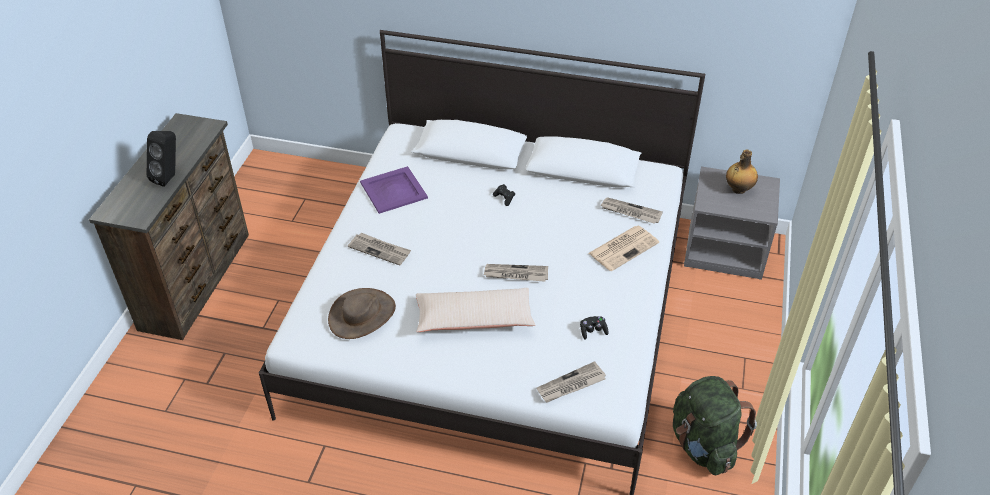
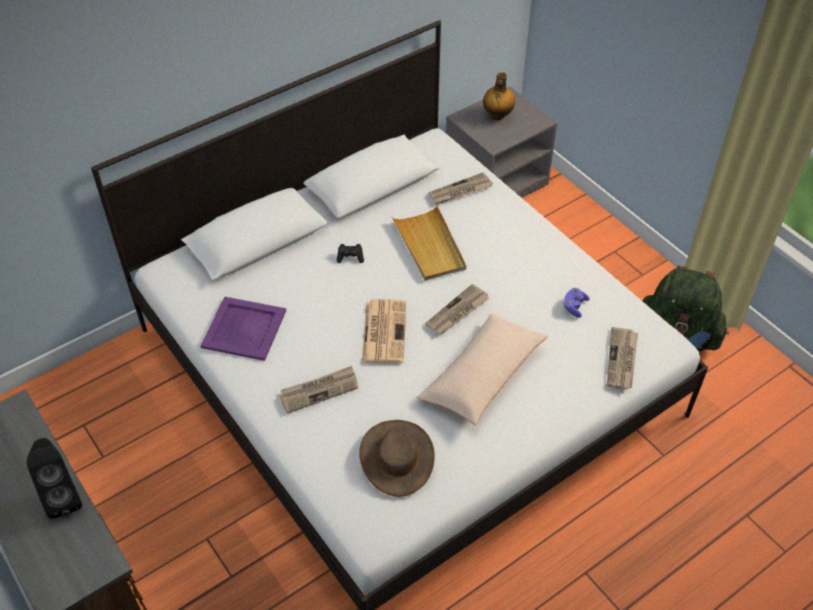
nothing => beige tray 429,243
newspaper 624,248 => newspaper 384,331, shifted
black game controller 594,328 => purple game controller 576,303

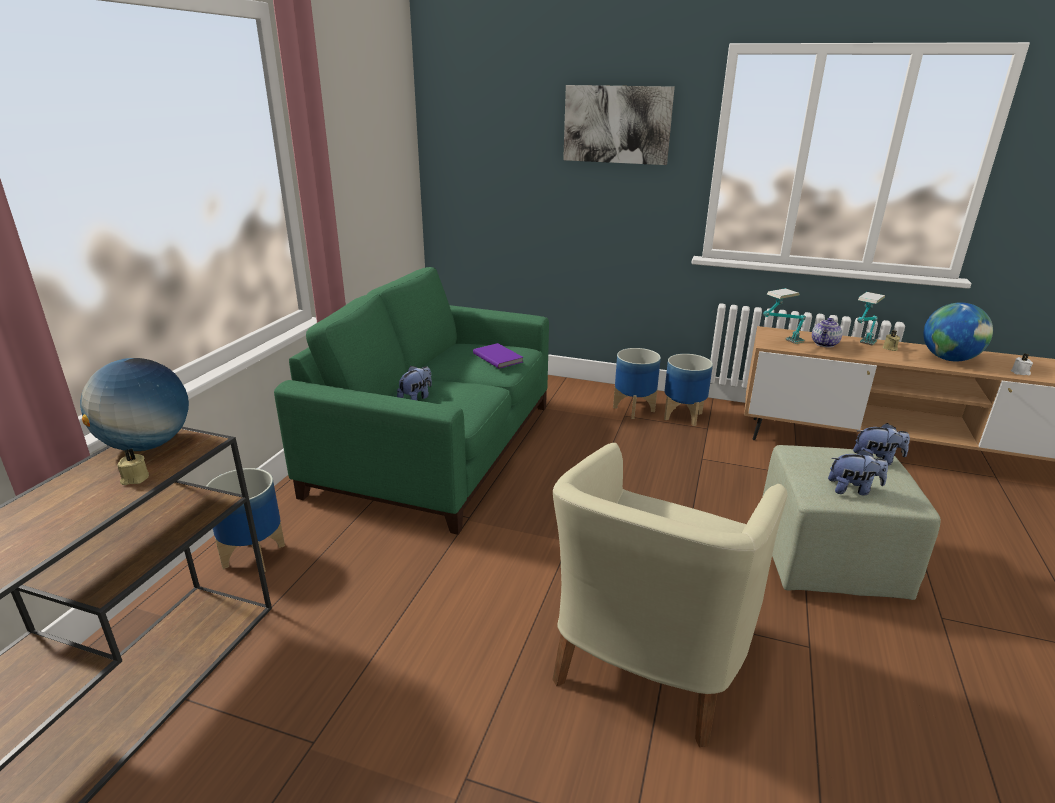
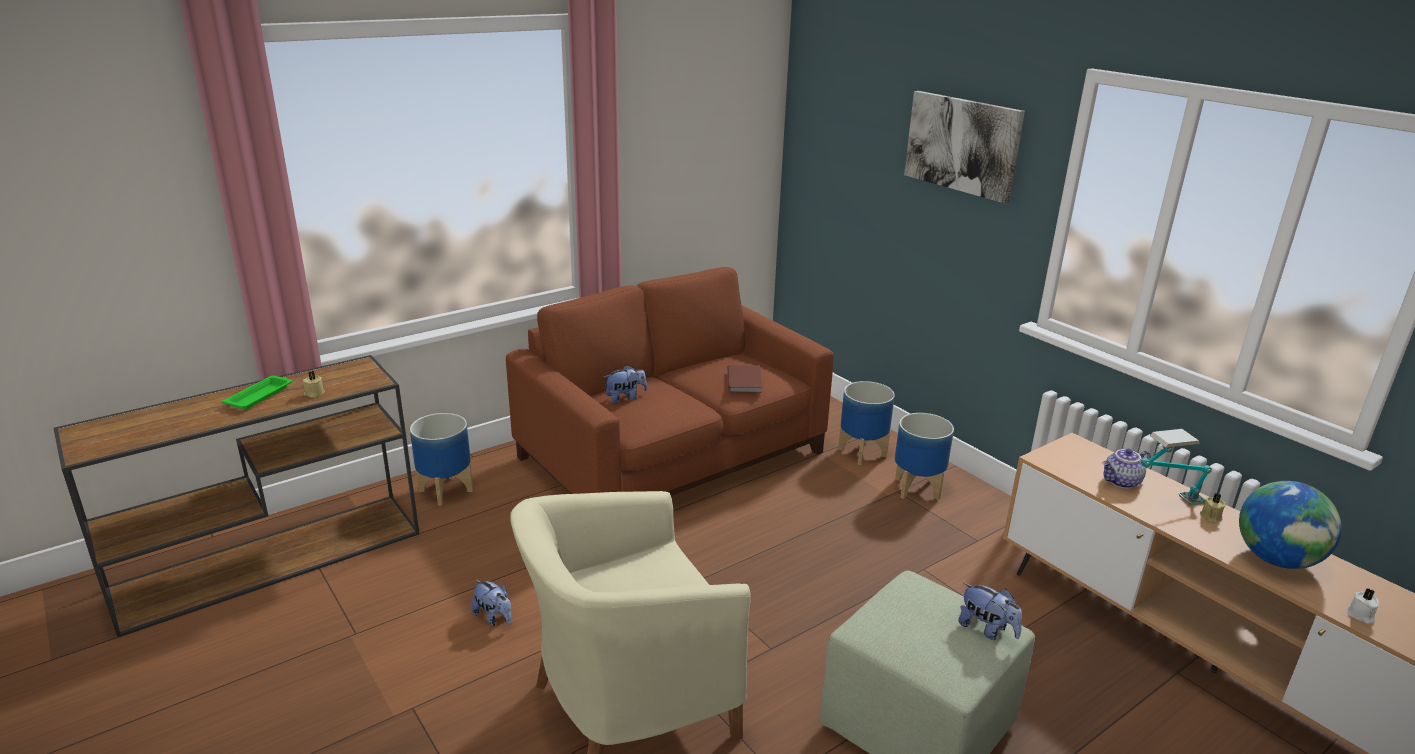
globe 134,404 => nothing
table lamp 784,316 => nothing
nothing => green tray 257,392
planter 688,390 => planter 866,423, shifted
plush toy 858,472 => plush toy 491,602, shifted
green sofa 411,401 => brown sofa 670,381
purple book 498,356 => brown book 745,379

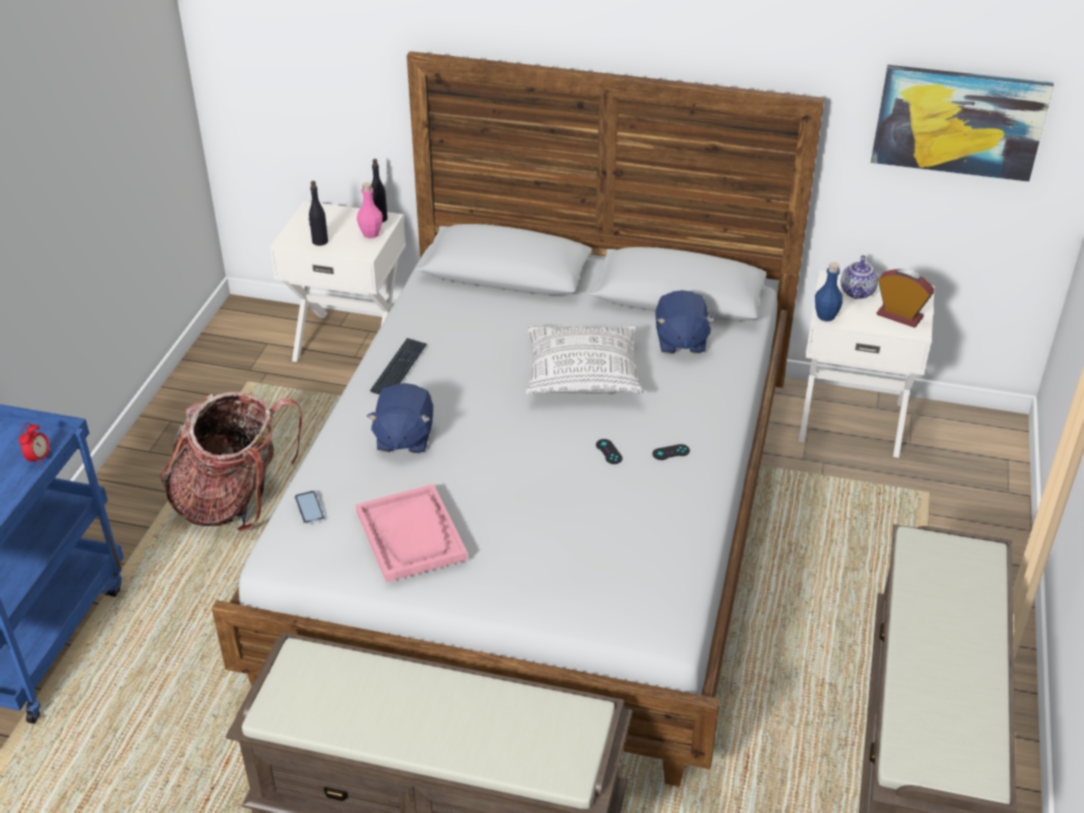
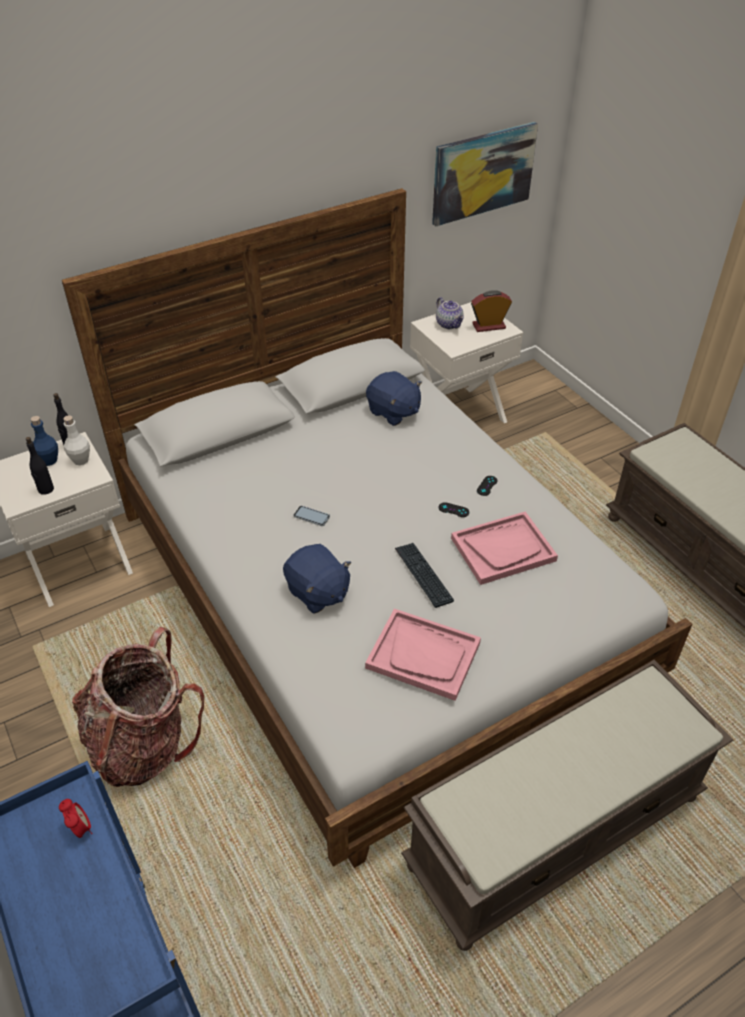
pillow 584,359 => nothing
nothing => pink tray 504,548
phone 309,507 => phone 311,516, shifted
keyboard 398,366 => keyboard 424,575, shifted
blue bottle 829,291 => blue bottle 44,441, shifted
pink bottle 370,210 => white bottle 77,440

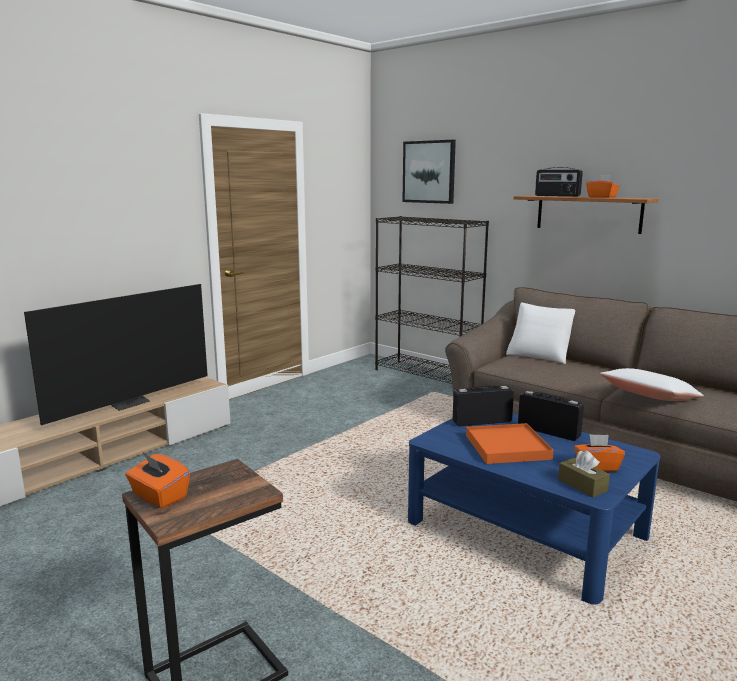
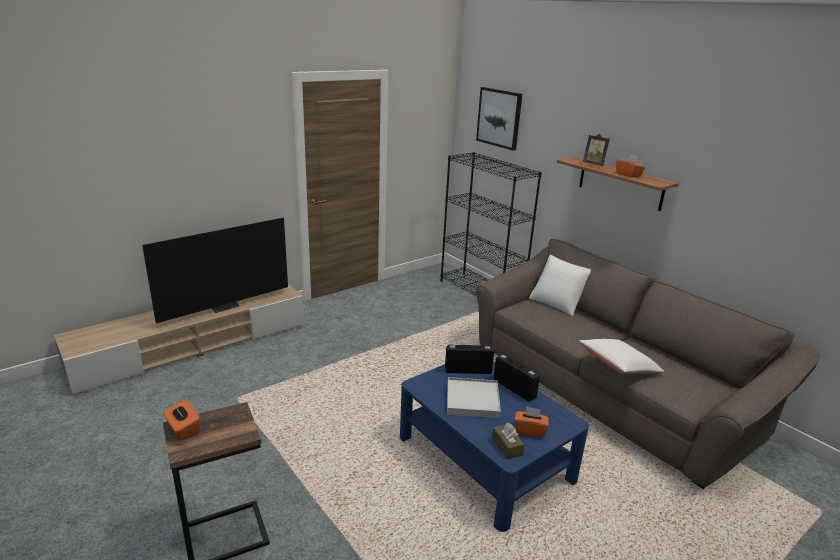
radio 559,182 => picture frame 596,150
orange tray 509,443 => white tray 474,397

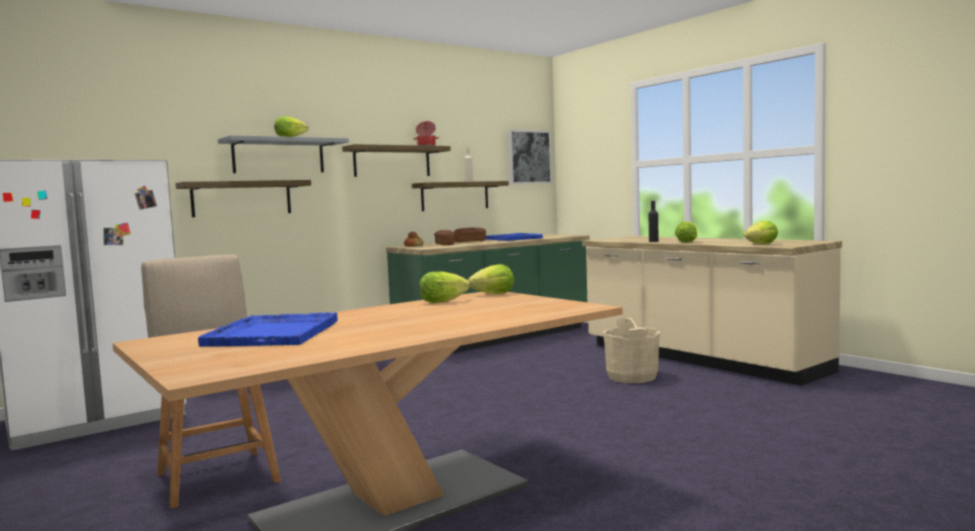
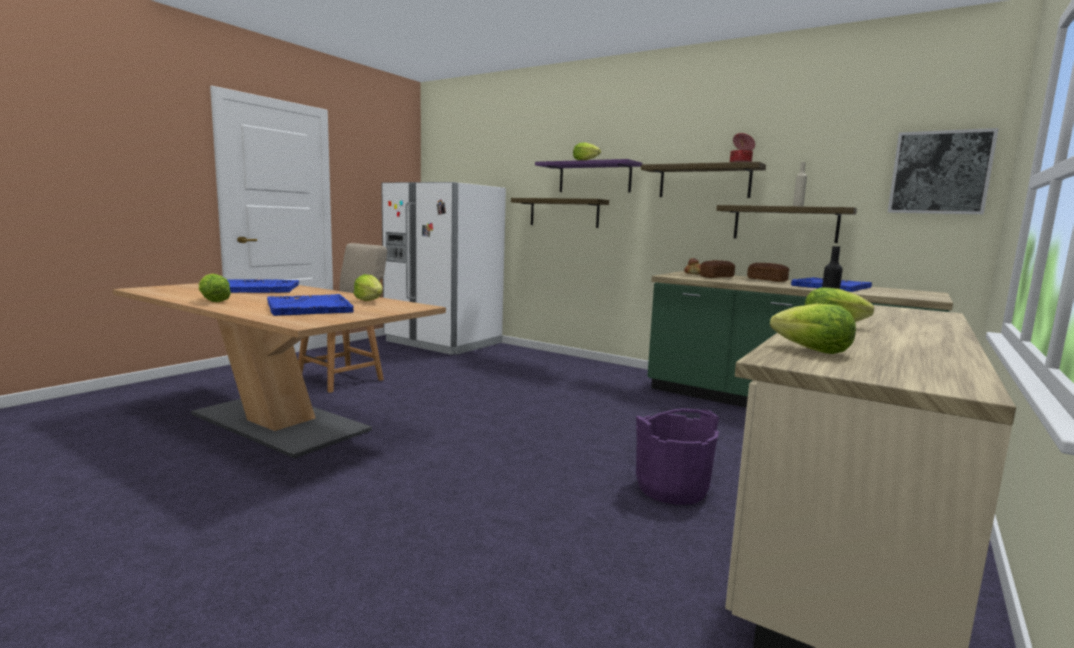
nothing => blue tray 310,305
lettuce 491,279 => lettuce 215,288, shifted
grey shelf 283,154 => purple shelf 589,176
beige bucket 631,350 => purple bucket 677,456

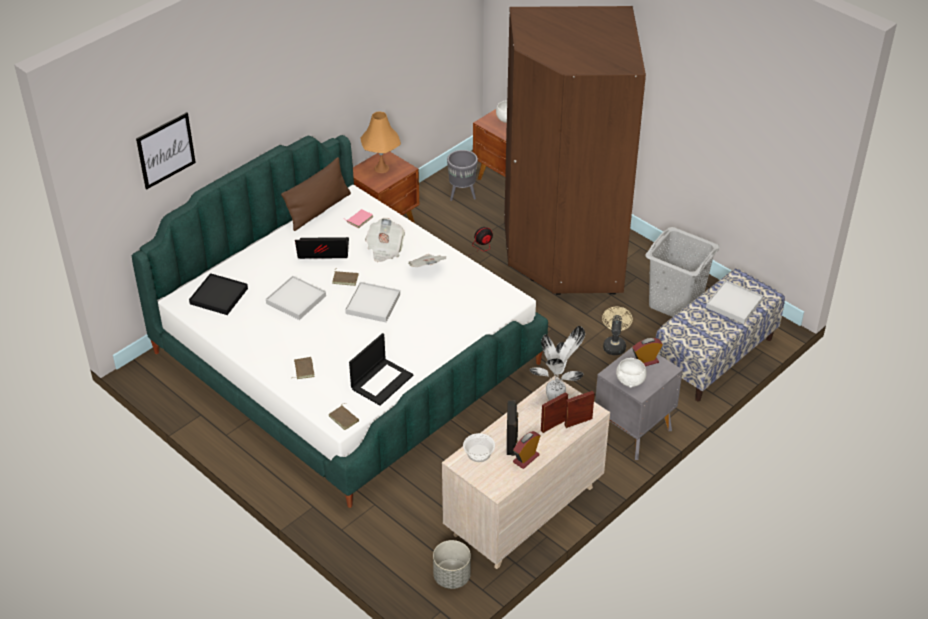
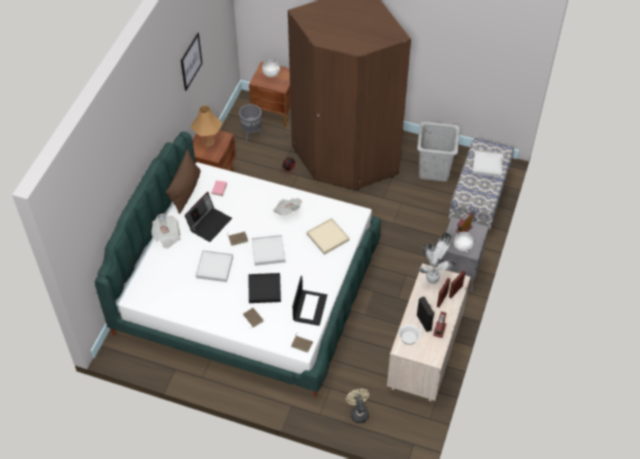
grey planter 452,564 => nothing
nothing => beige tray 328,236
picture 166,150 => picture 191,62, shifted
black tray 218,294 => black tray 264,288, shifted
newspaper 385,240 => newspaper 166,231, shifted
beige fan 617,330 => beige fan 357,406, shifted
laptop 322,248 => laptop 208,217, 150 degrees clockwise

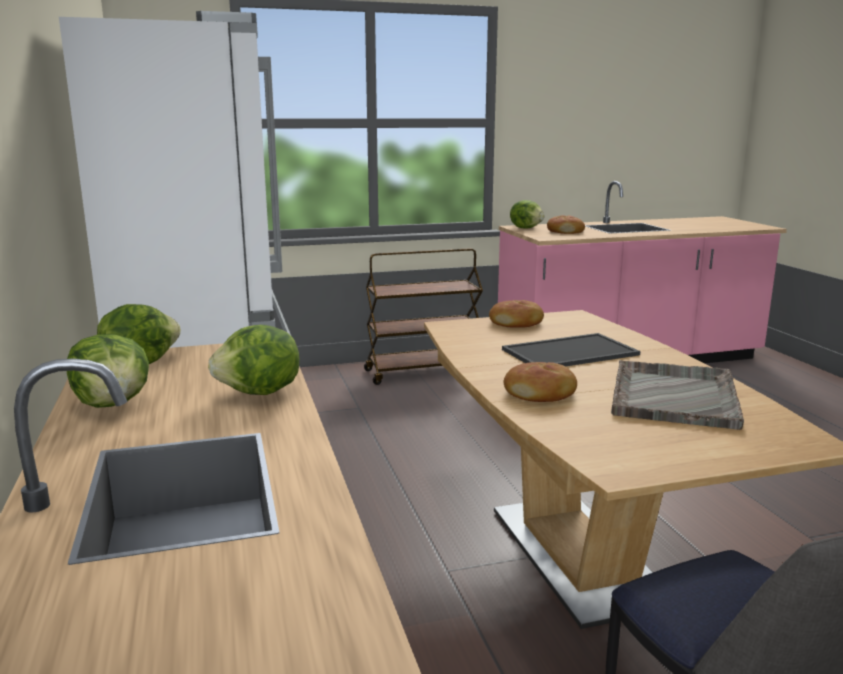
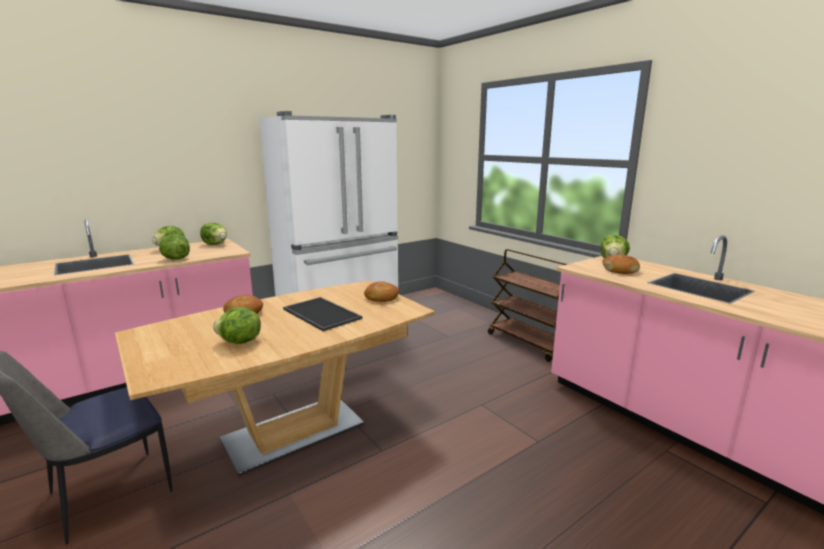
grey tray 677,395 => lettuce 237,325

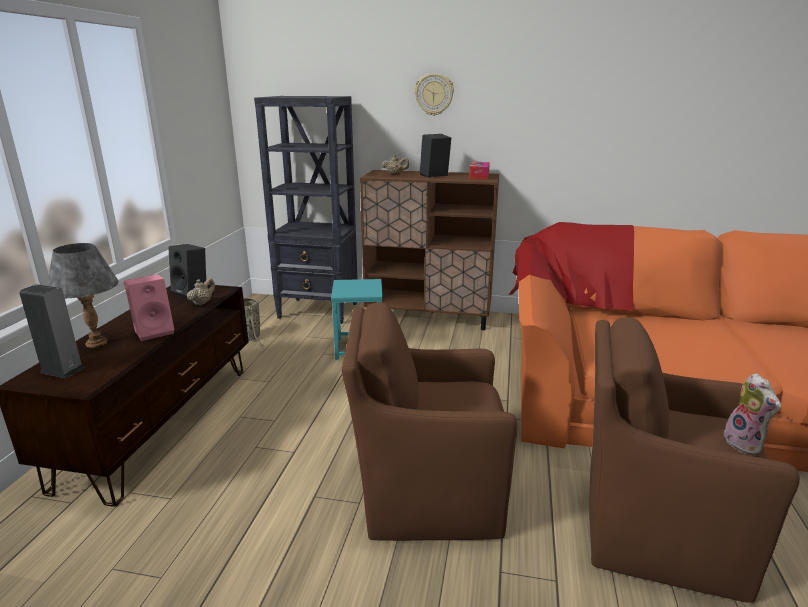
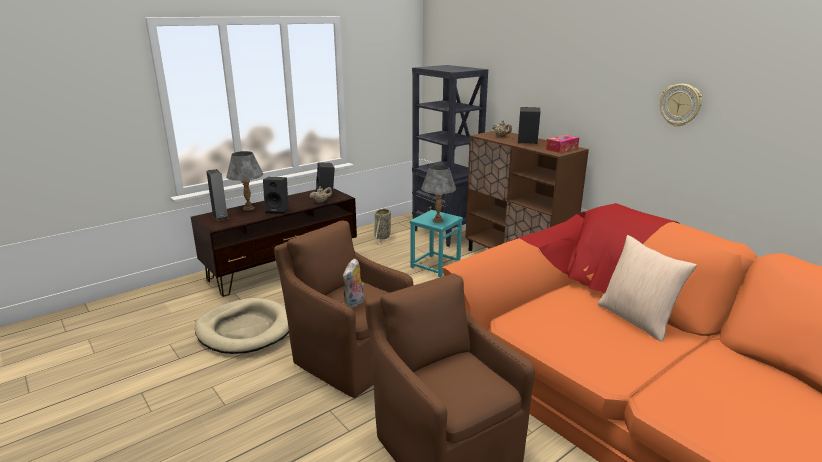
nothing => beige dog bed 242,326
nothing => grey table lamp 438,194
nothing => beige pillow 647,288
wall clock 434,94 => wall clock 681,105, shifted
plush toy 752,414 => plush toy 353,283, shifted
pink speaker 149,307 => black speaker 275,195

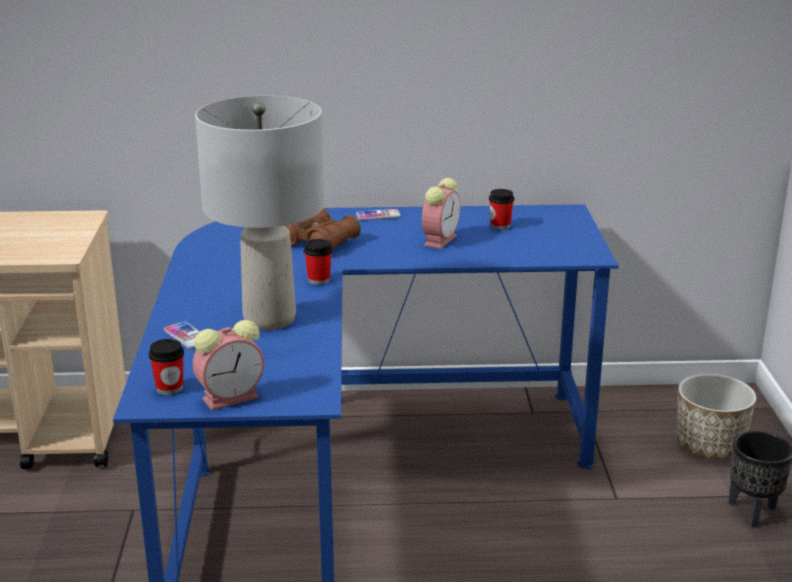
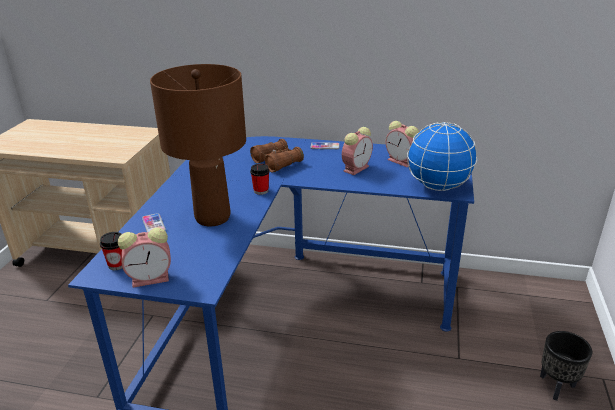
planter 716,416 => nothing
nothing => globe 442,156
cup 501,209 => alarm clock 402,144
grey table lamp 259,213 => brown table lamp 198,145

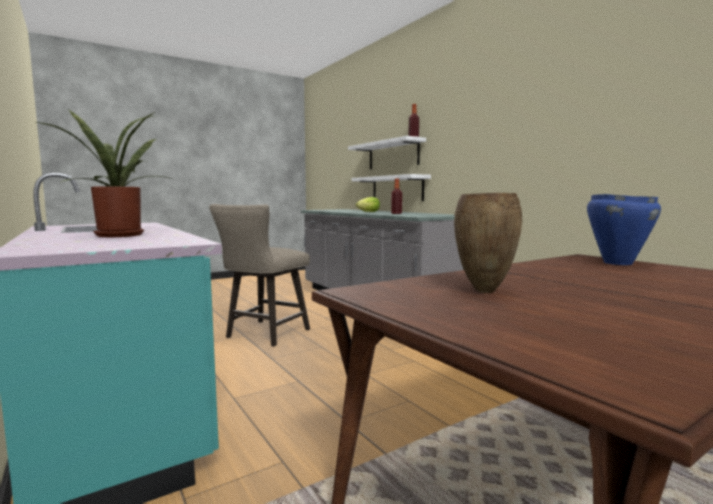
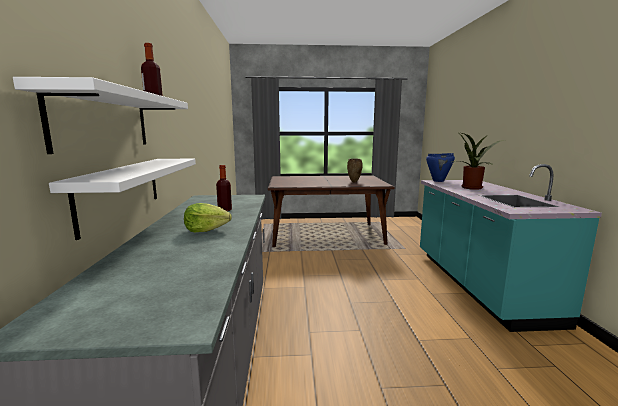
beige stool 259,275 => nothing
blue cooking pot 624,229 => blue cooking pot 440,167, shifted

